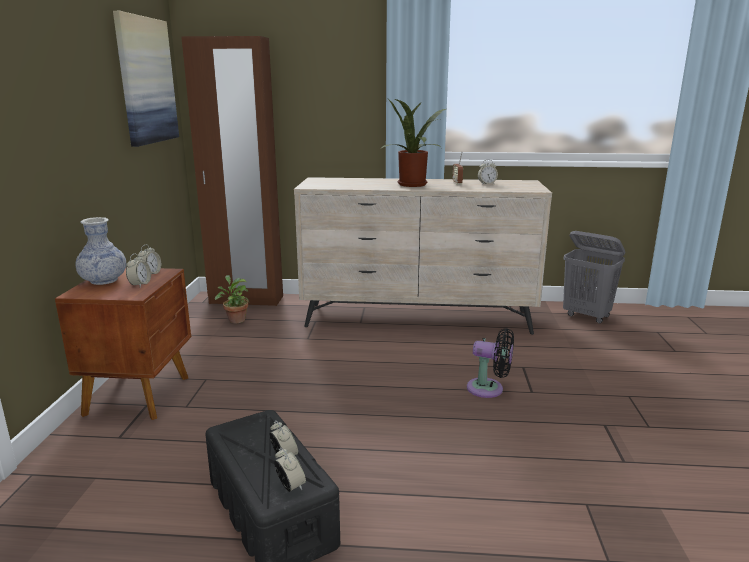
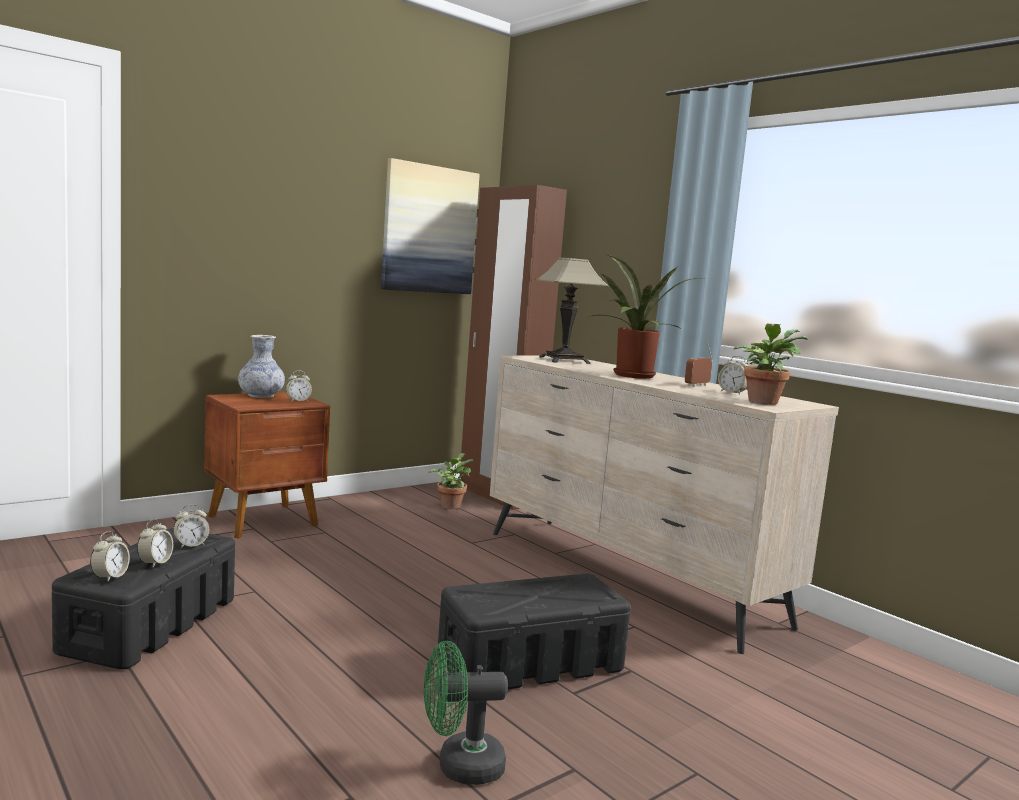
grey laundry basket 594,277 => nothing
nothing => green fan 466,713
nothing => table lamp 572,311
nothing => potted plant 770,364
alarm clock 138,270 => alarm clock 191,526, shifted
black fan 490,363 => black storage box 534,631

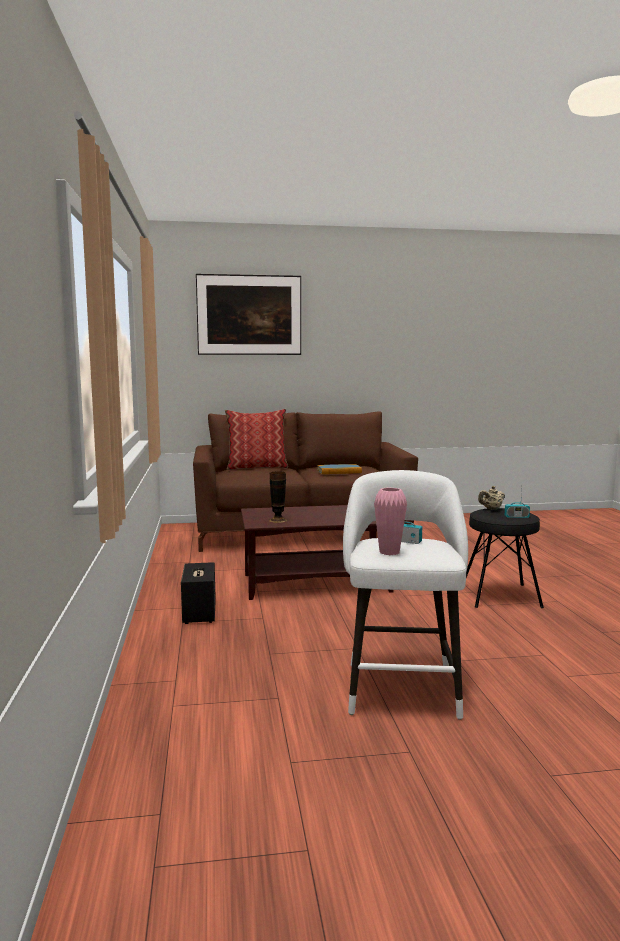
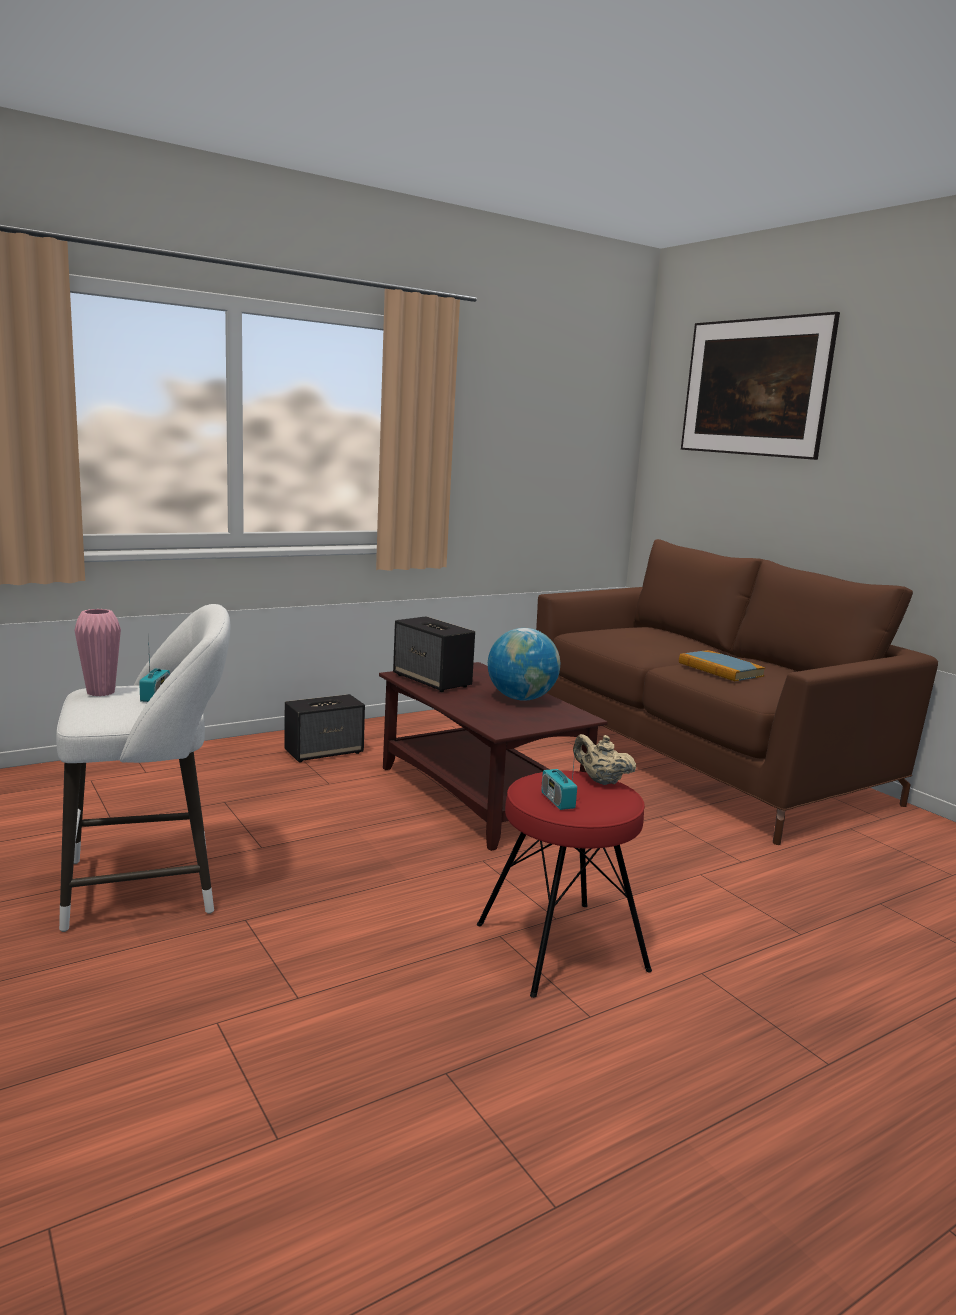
pillow 256,439 => nothing
nothing => globe 524,664
vase 278,497 => speaker 434,654
black stool 505,558 => red stool 564,884

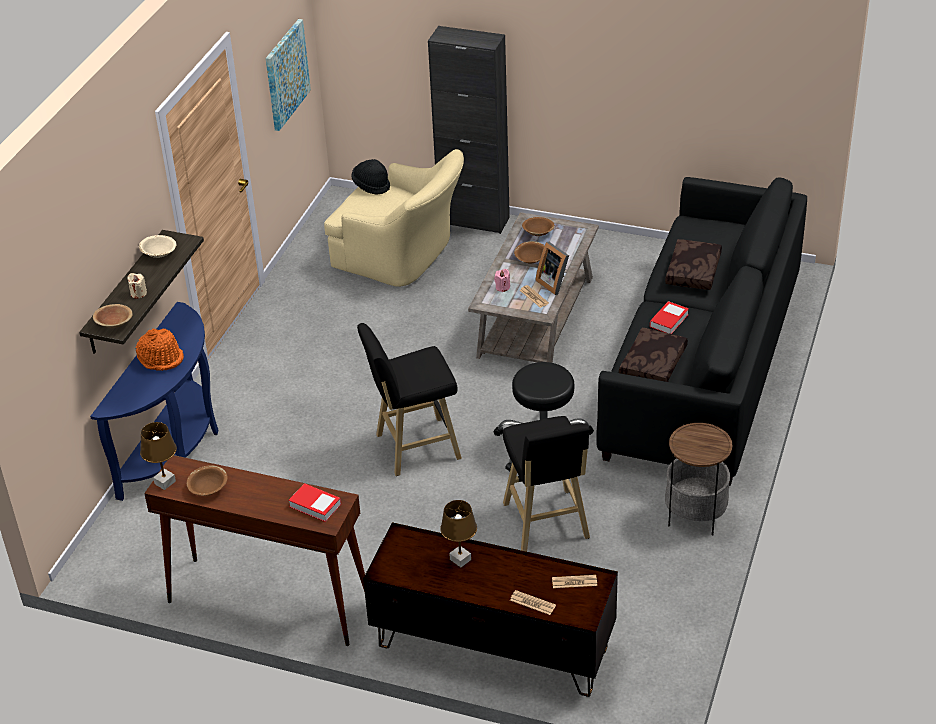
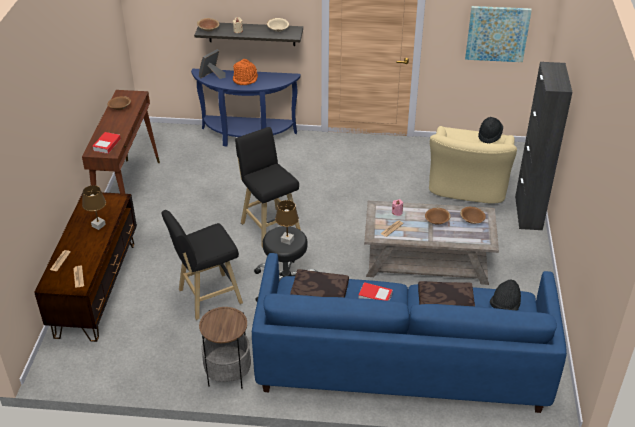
nothing => black hat 505,295
brown table lamp 158,456 => brown table lamp 287,222, shifted
picture frame 552,268 => picture frame 212,64, shifted
black sofa 701,331 => blue sofa 409,333

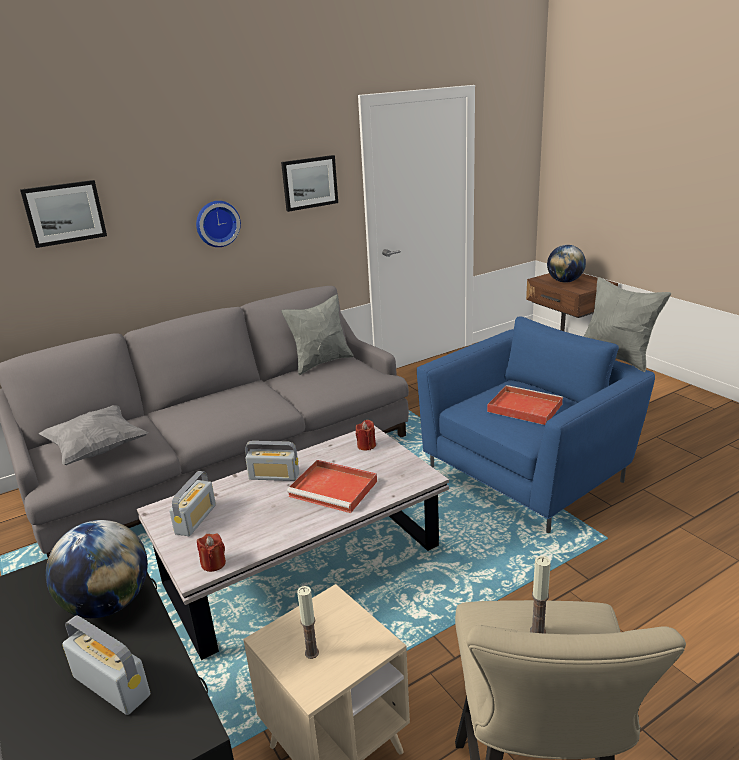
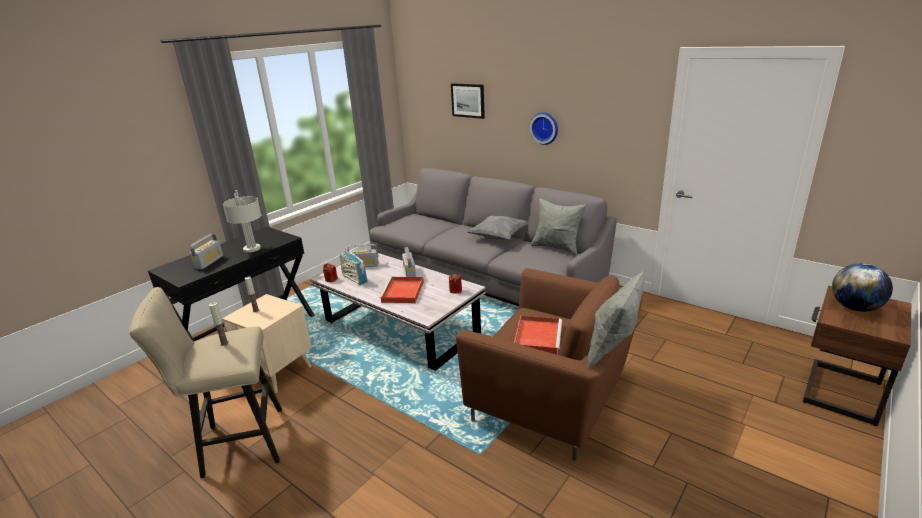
picture 309,183 => nothing
nothing => radio 354,267
grey pillow 93,435 => grey pillow 497,228, shifted
globe 97,569 => grey table lamp 242,221
blue armchair 536,424 => brown armchair 549,364

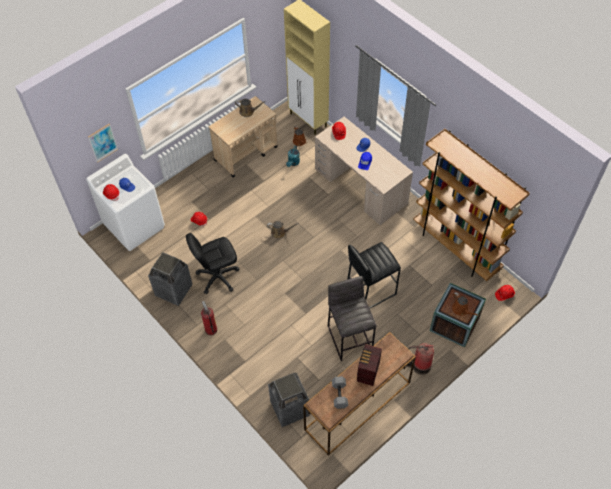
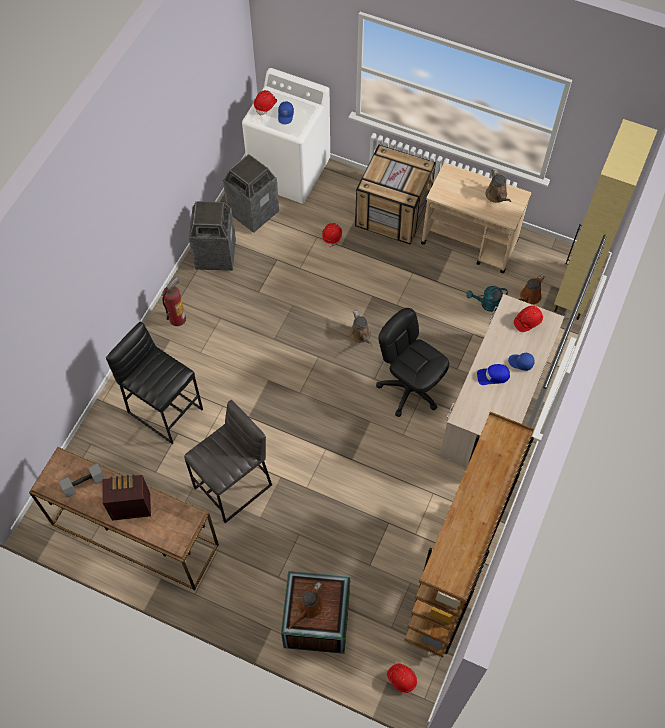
picture 103,143 => nothing
fire extinguisher 420,359 => nothing
nothing => crate 395,195
black office chair 213,263 => black office chair 412,362, shifted
trash can 289,400 => trash can 251,193, shifted
black stool 374,275 => black stool 154,383, shifted

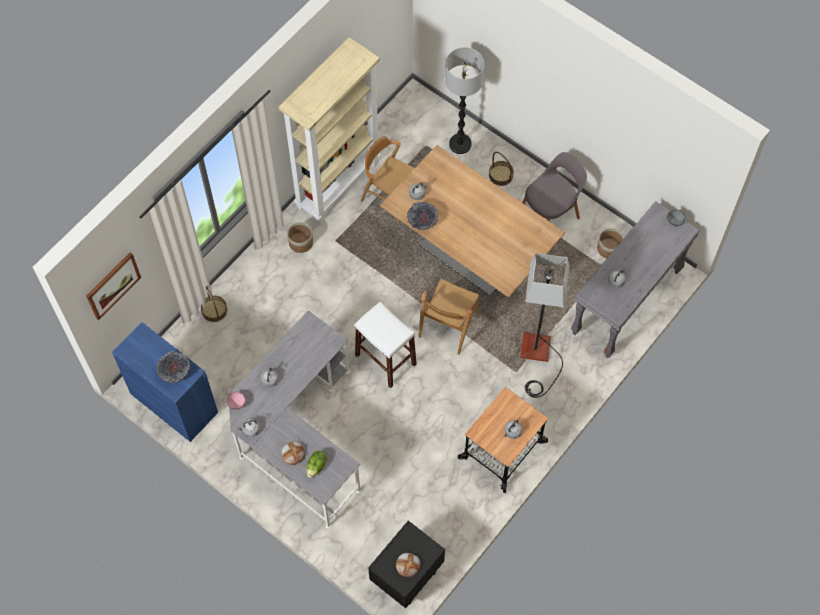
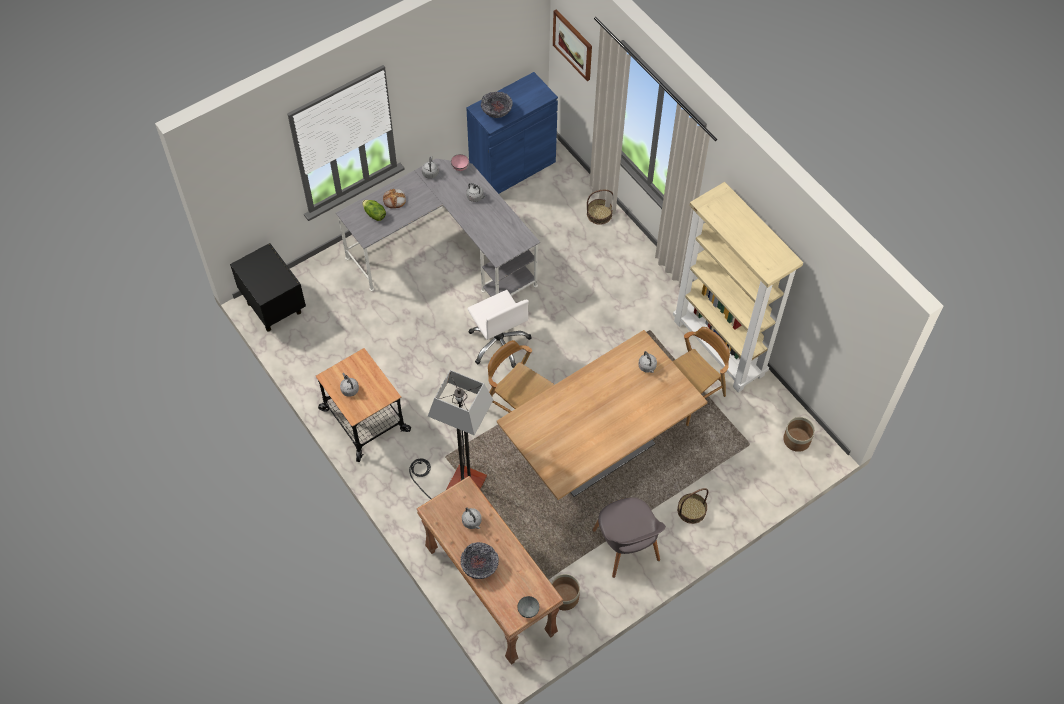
bread 408,565 => nothing
floor lamp 464,100 => nothing
planter 300,237 => planter 799,434, shifted
bowl 422,216 => bowl 479,560, shifted
white stool 386,345 => white office chair 499,329
grey console table 635,279 => brown console table 490,570

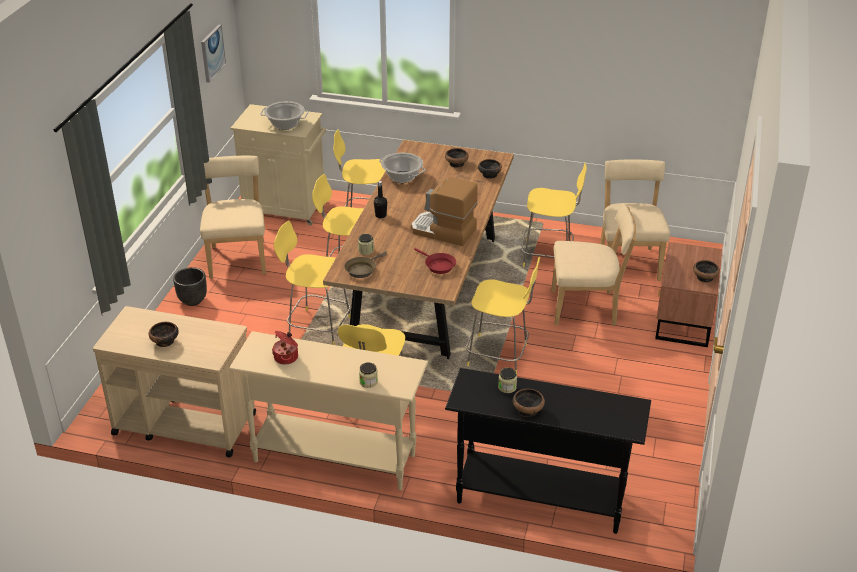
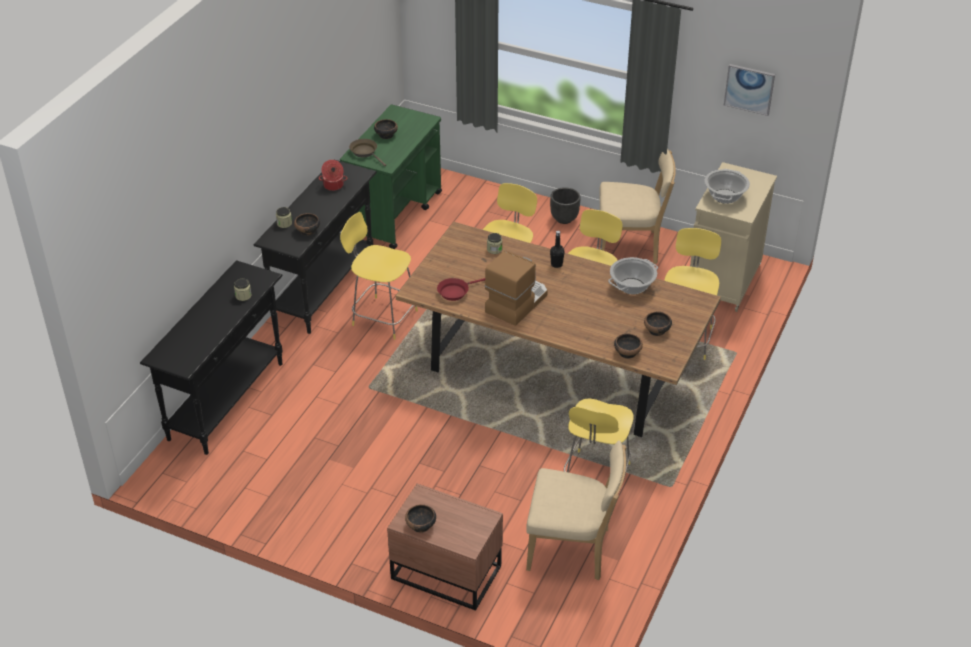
yellow stool 503,316 => nothing
beige chair 593,264 => nothing
brown frying pan 365,264 => brown frying pan 367,152, shifted
bowl 529,402 => bowl 307,224, shifted
beige cart 174,381 => green cart 391,176
beige console table 328,410 => black console table 315,246

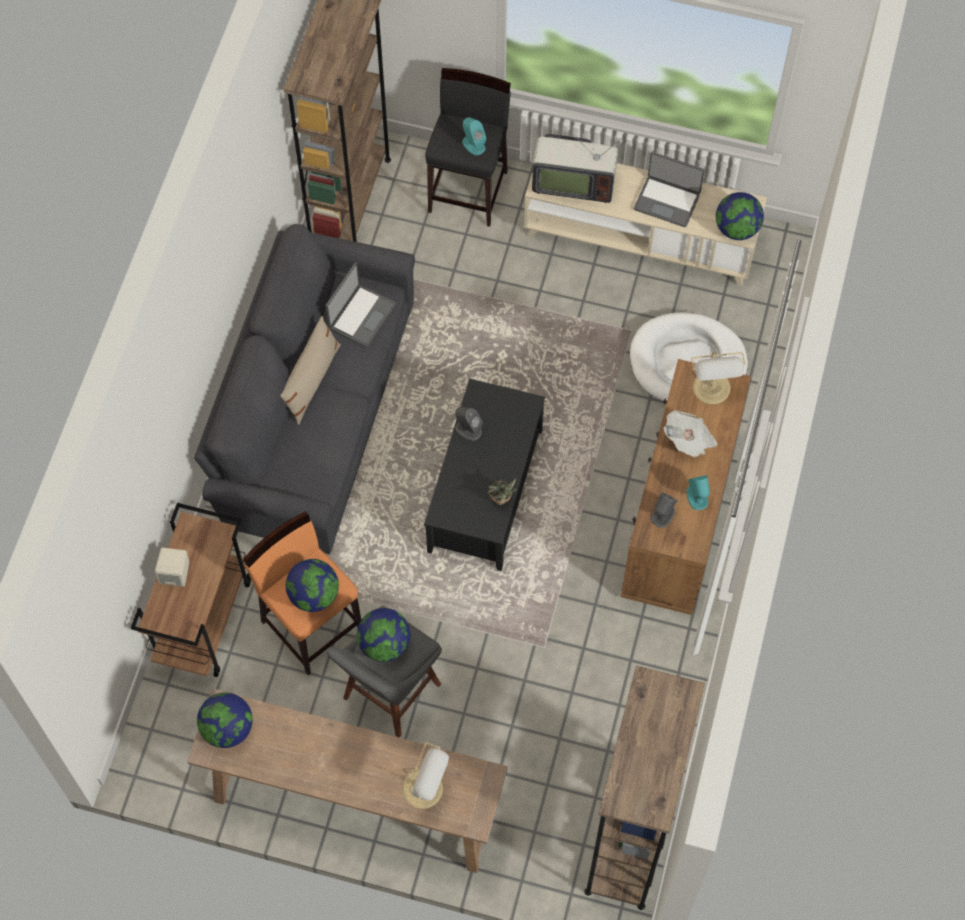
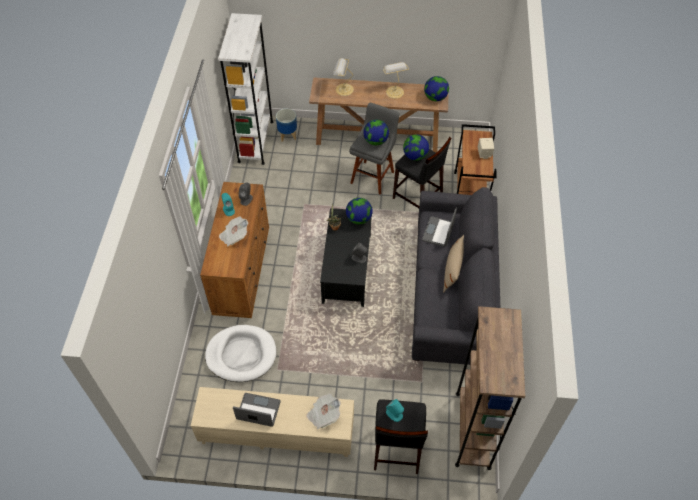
nothing => planter 286,125
laptop 360,305 => laptop 439,227, shifted
table lamp 718,377 => table lamp 396,80, shifted
globe 740,216 => globe 359,211, shifted
television 577,167 => newspaper 323,411
orange stool 302,593 => black stool 422,172
brown bookcase 644,788 => white bookcase 245,89

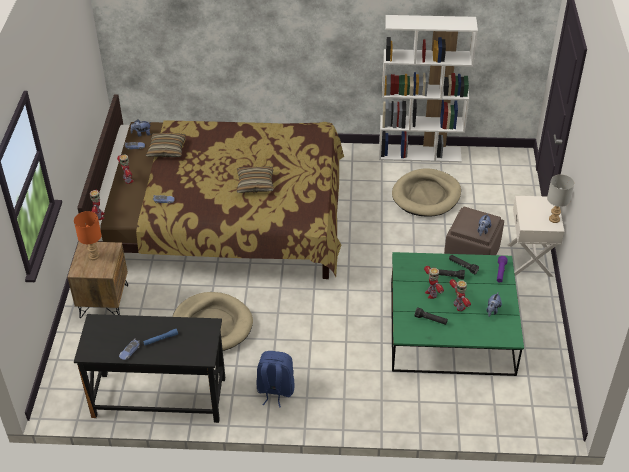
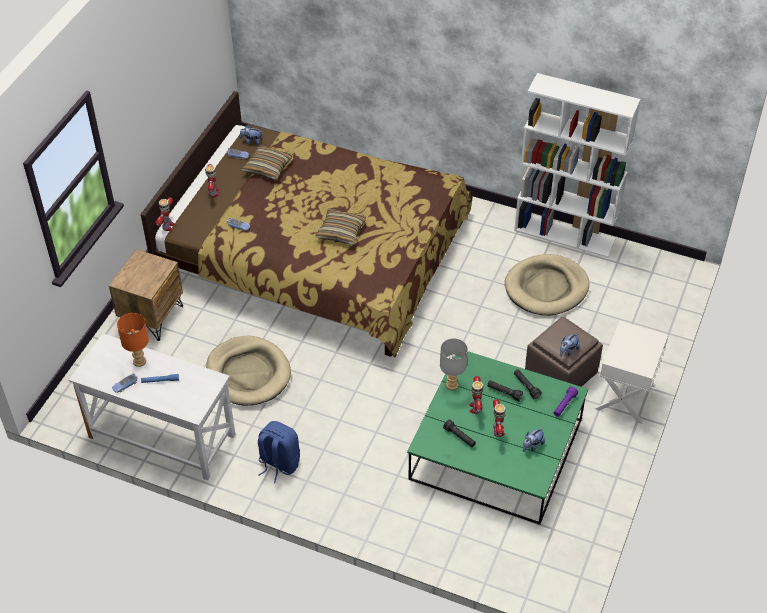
orange table lamp 87,235 => orange table lamp 133,340, shifted
grey table lamp 560,198 => grey table lamp 454,364, shifted
black desk 149,368 => white desk 152,406

